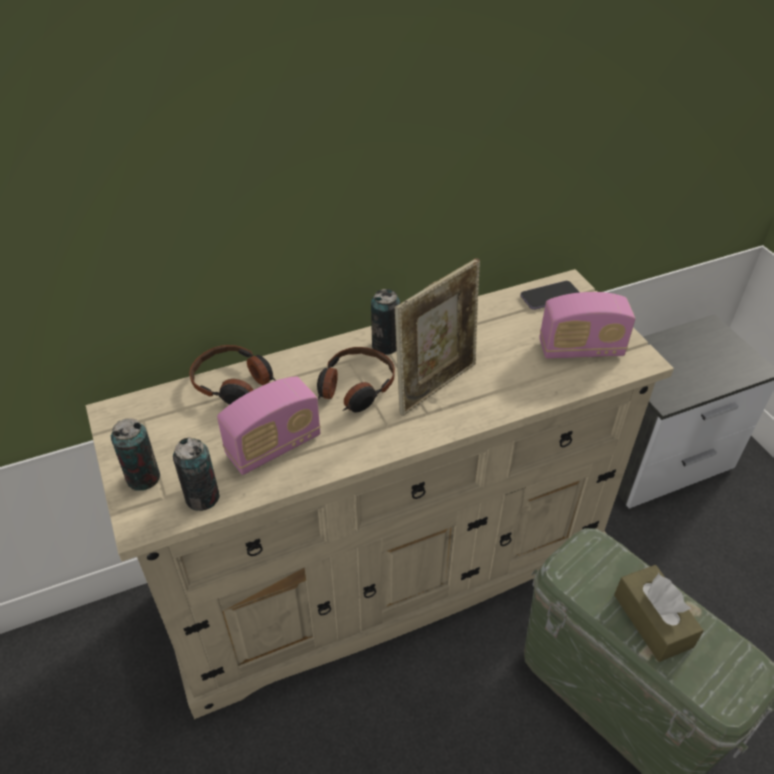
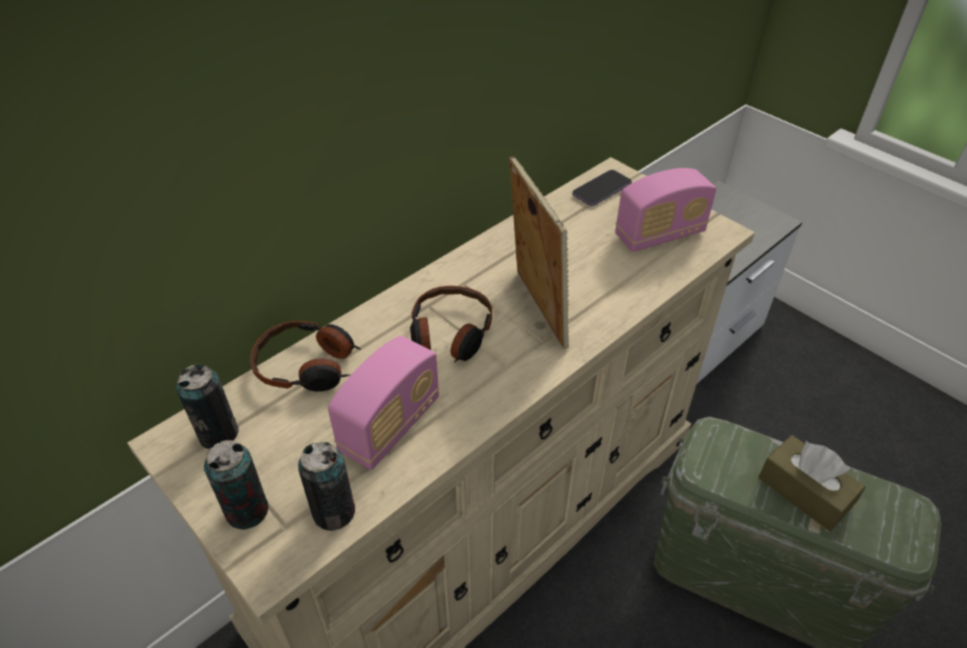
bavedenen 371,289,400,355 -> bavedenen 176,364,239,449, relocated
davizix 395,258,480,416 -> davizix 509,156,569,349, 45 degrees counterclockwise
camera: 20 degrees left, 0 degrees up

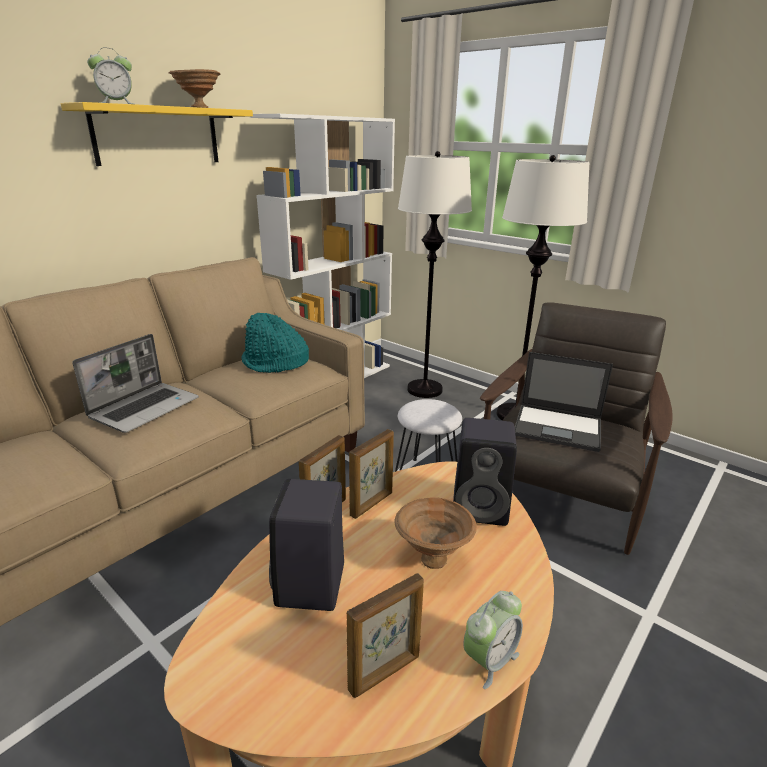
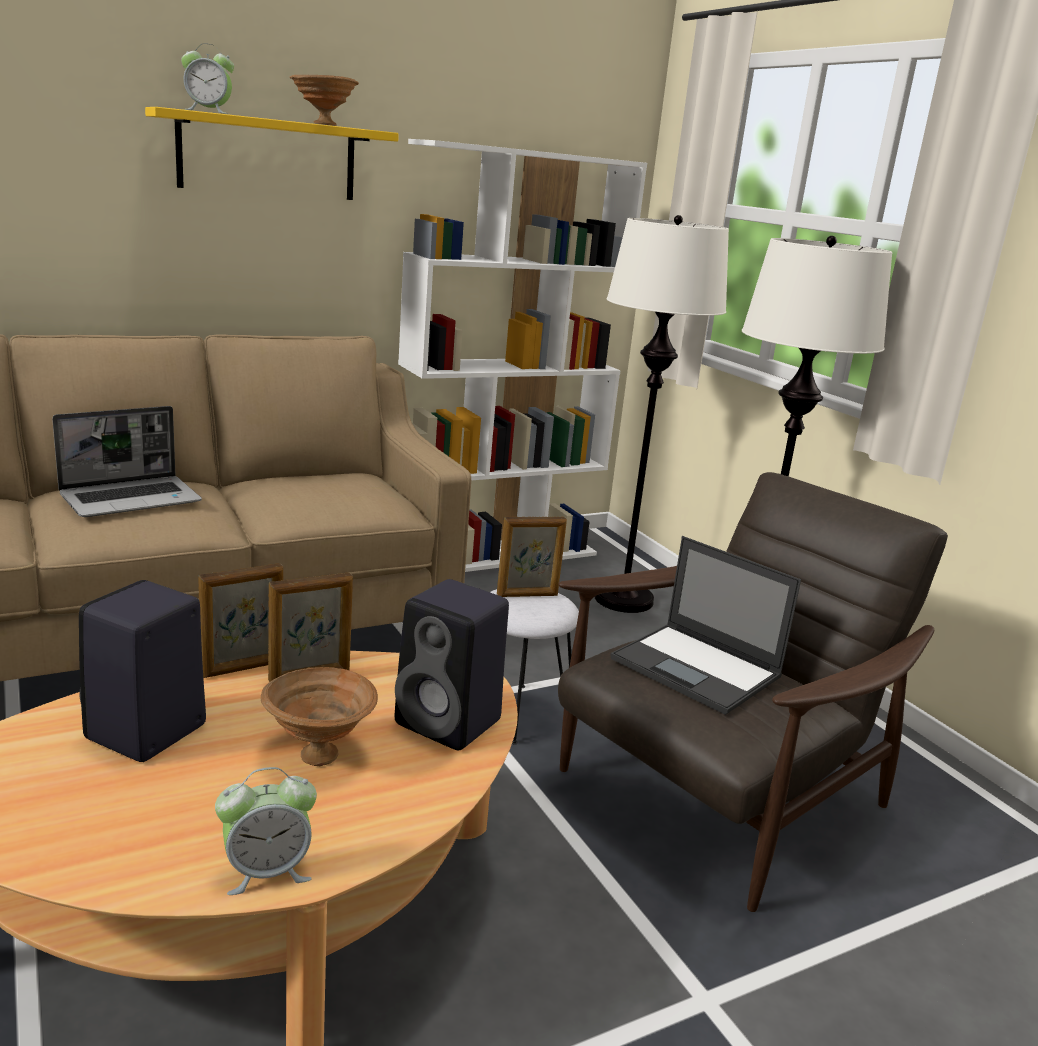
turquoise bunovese 242,313,309,373 -> none
davizix 347,573,424,698 -> davizix 497,517,567,597, relocated
camera: 20 degrees right, 5 degrees down

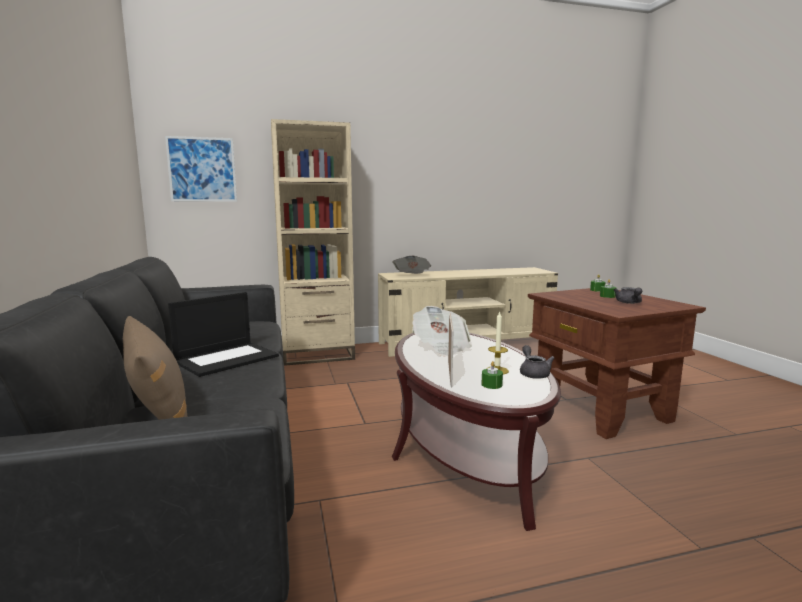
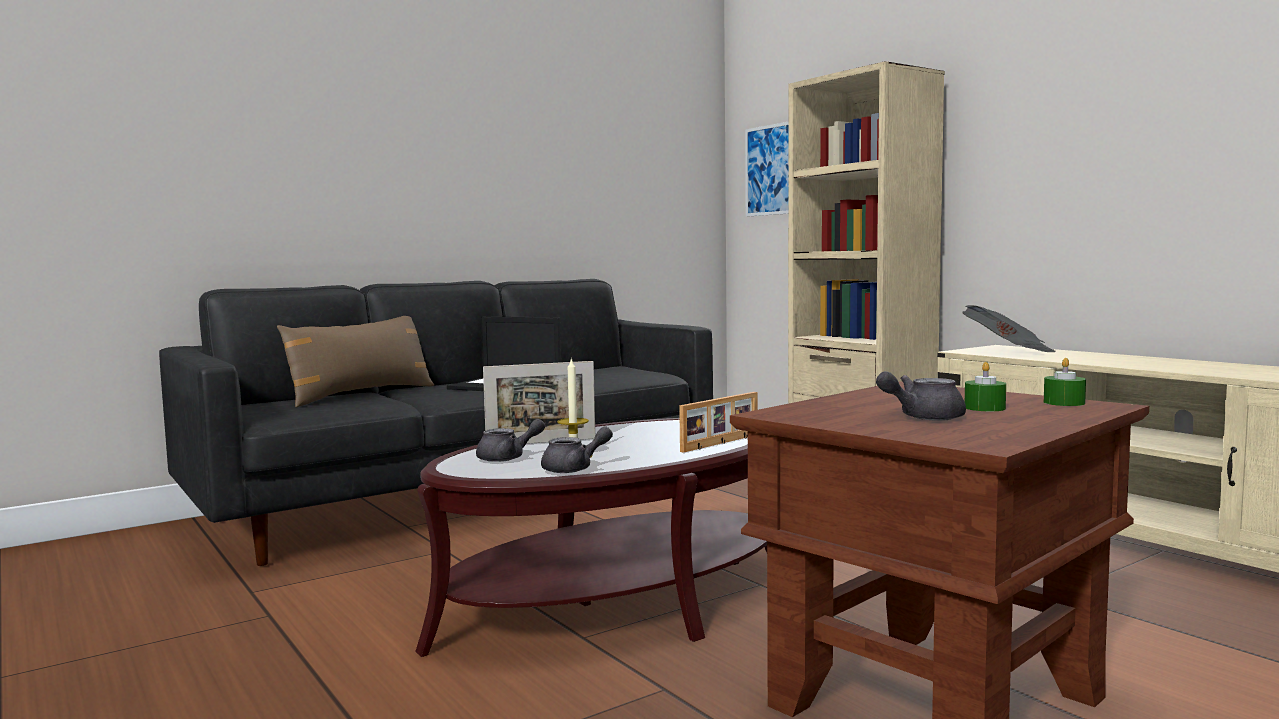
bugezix 412,306,472,357 -> none
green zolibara 482,361,503,389 -> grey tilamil 476,419,545,462
none -> davizix 679,392,758,453
camera: 70 degrees right, 5 degrees down

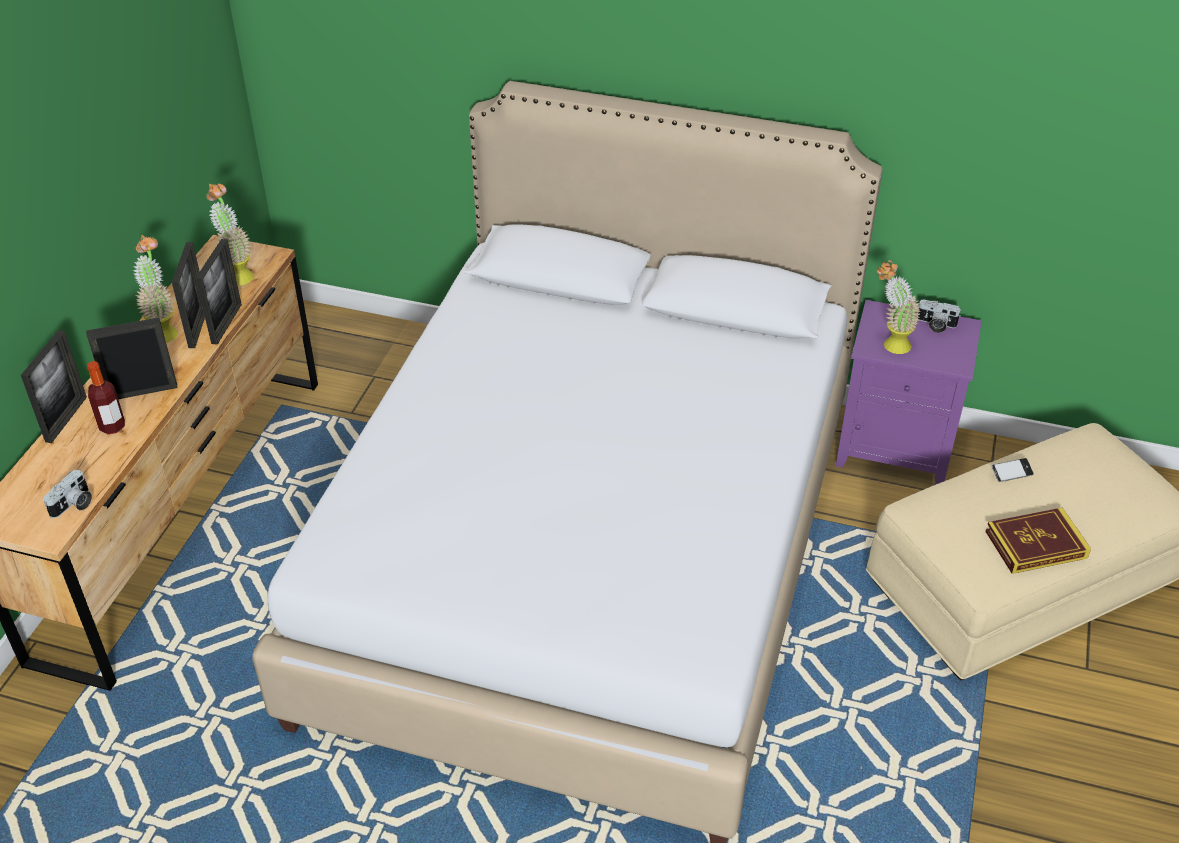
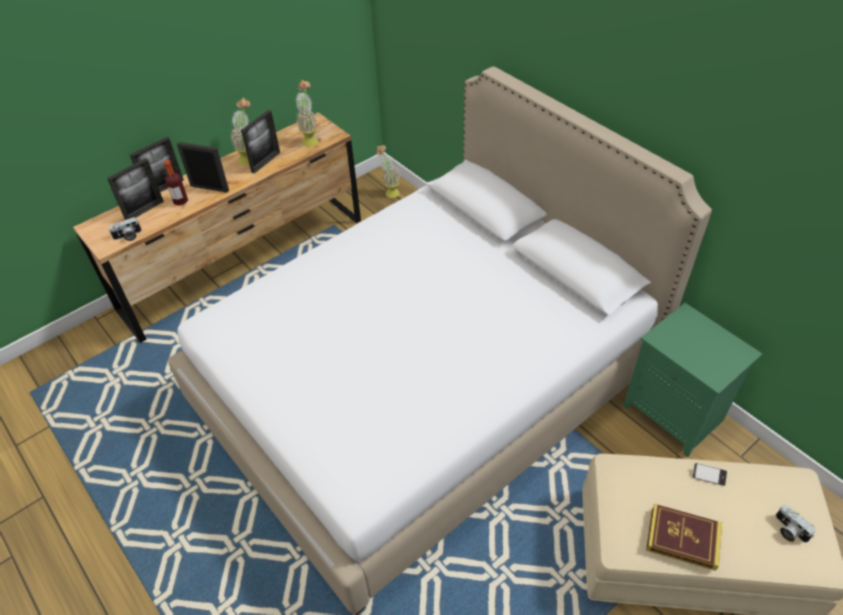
davizix 196,239,242,345 -> davizix 107,158,164,220, relocated
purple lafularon 836,300,982,485 -> green lafularon 623,303,762,457
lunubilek 877,260,921,354 -> lunubilek 376,145,400,198, relocated
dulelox 918,300,961,333 -> dulelox 776,505,816,543, relocated
camera: 35 degrees right, 5 degrees up

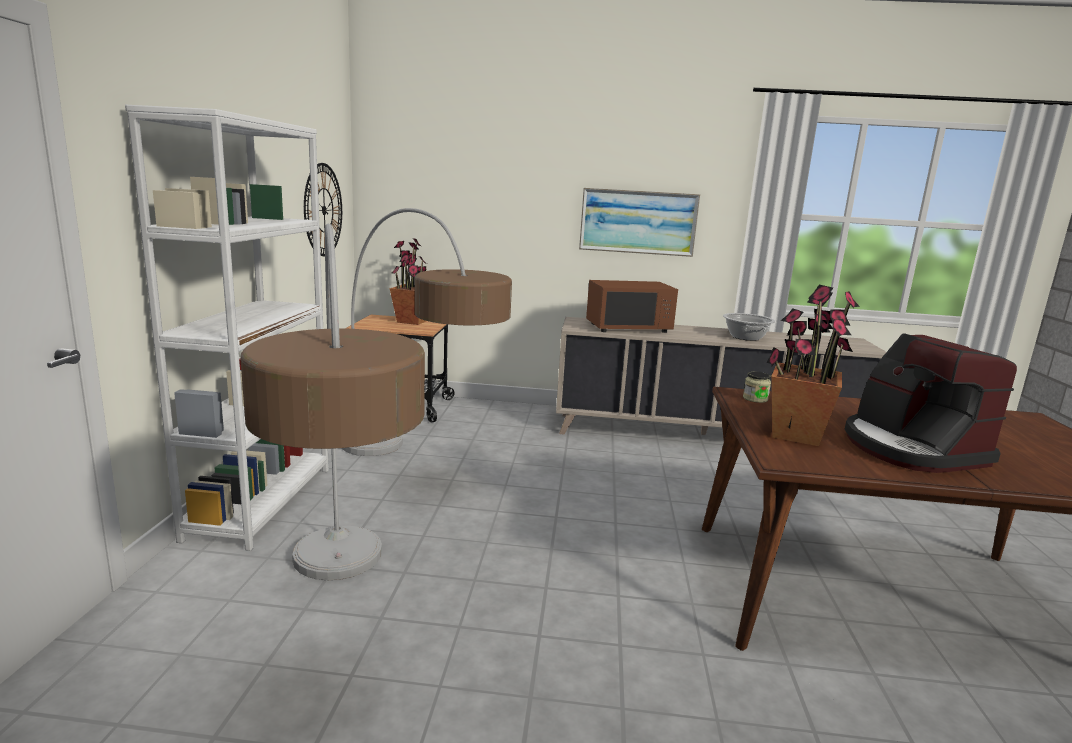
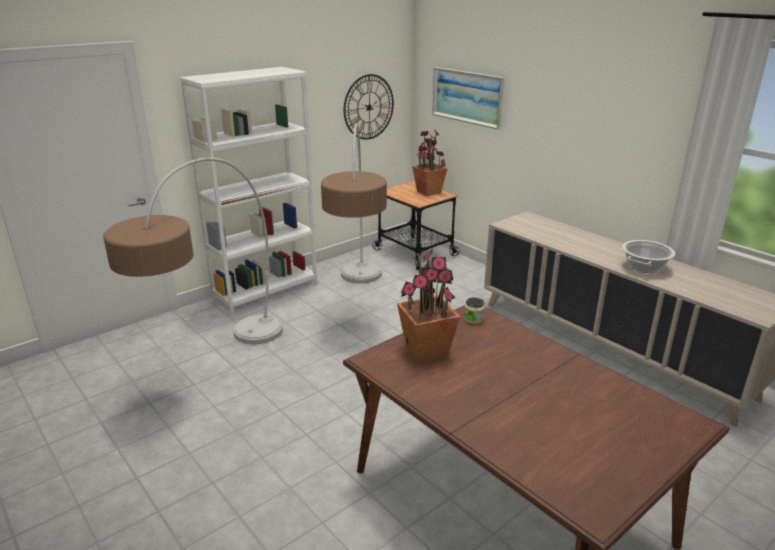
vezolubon 579,188,700,257 -> vezolubon 432,67,504,129, relocated
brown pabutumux 586,280,678,333 -> none
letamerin 844,333,1017,473 -> none
camera: 45 degrees right, 10 degrees up

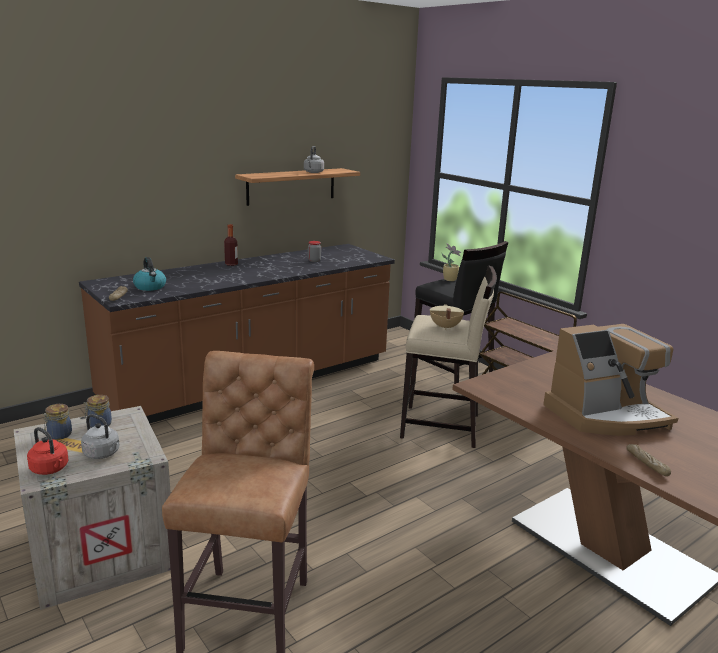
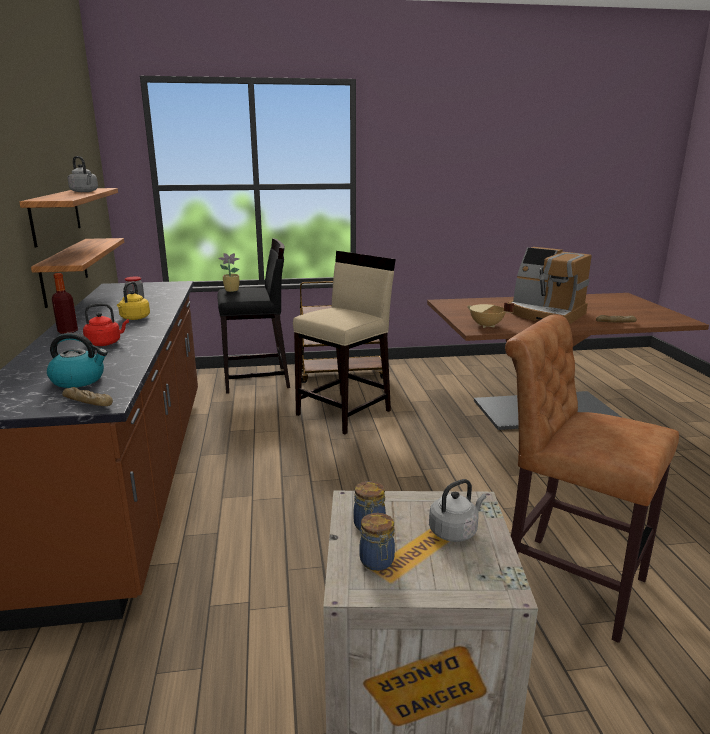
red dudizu 27,427,69,475 -> red dudizu 83,303,129,346, relocated
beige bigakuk 430,304,464,330 -> beige bigakuk 467,302,514,328, relocated
letamerin 543,324,678,436 -> letamerin 509,247,592,324, 120 degrees clockwise
none -> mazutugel 31,238,124,308
none -> yellow dudizu 117,282,150,320
camera: 60 degrees left, 0 degrees up

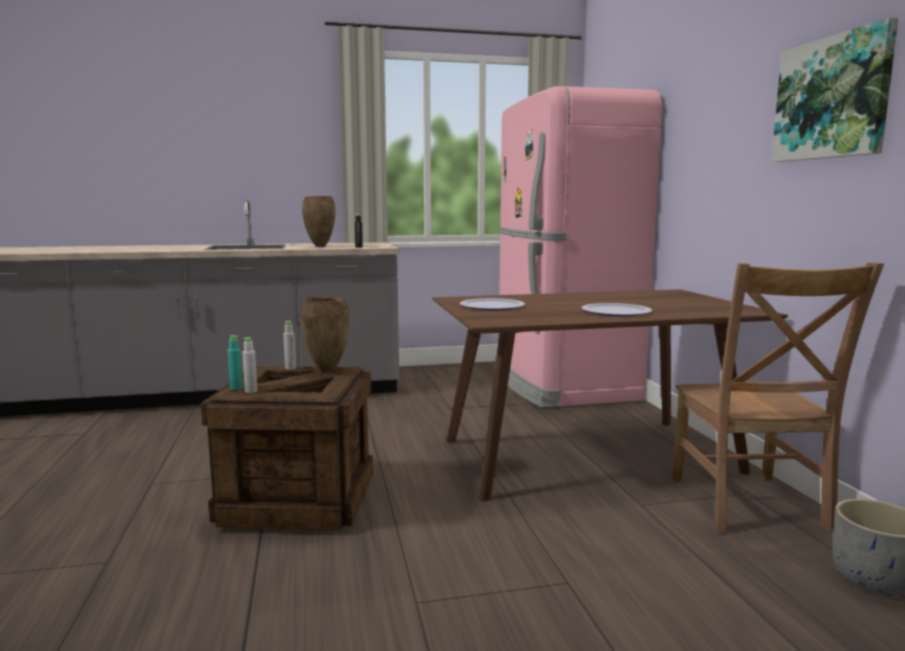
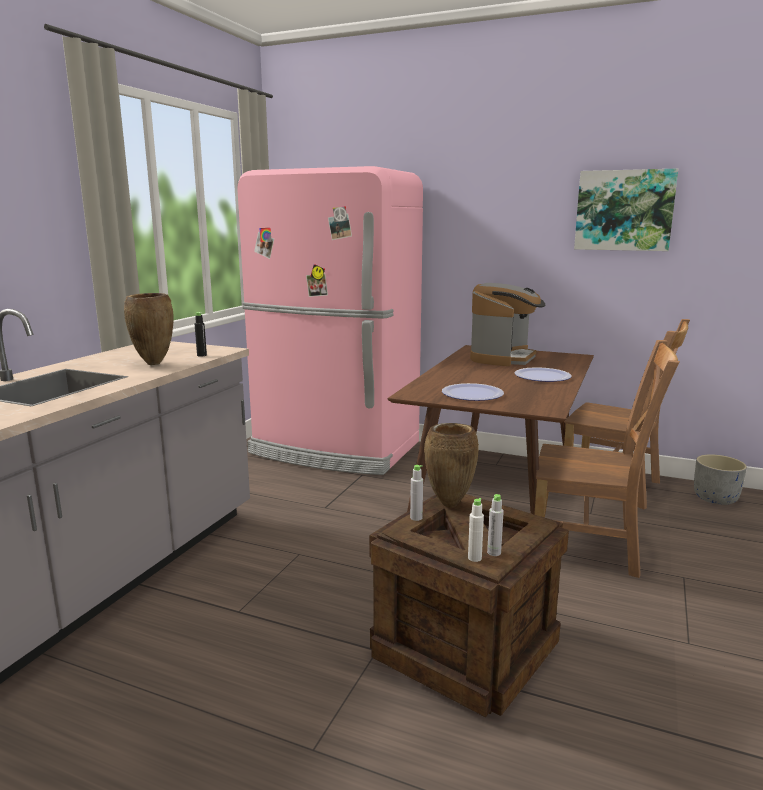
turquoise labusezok 228,335,243,390 -> white labusezok 468,498,484,562
none -> letamerin 470,283,545,366
none -> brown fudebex 534,340,680,578
camera: 55 degrees left, 5 degrees up

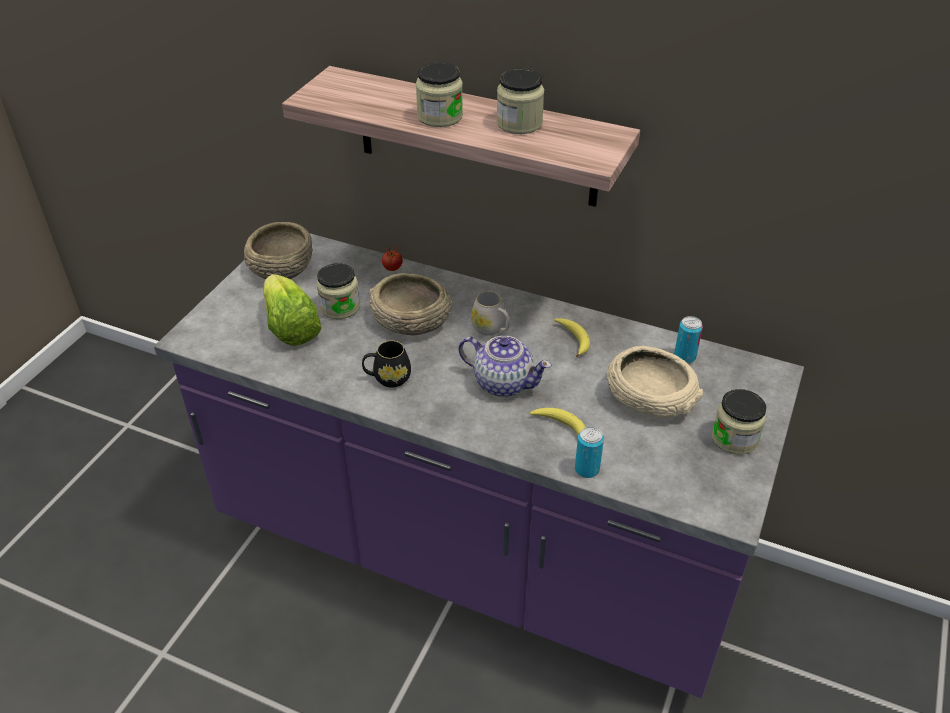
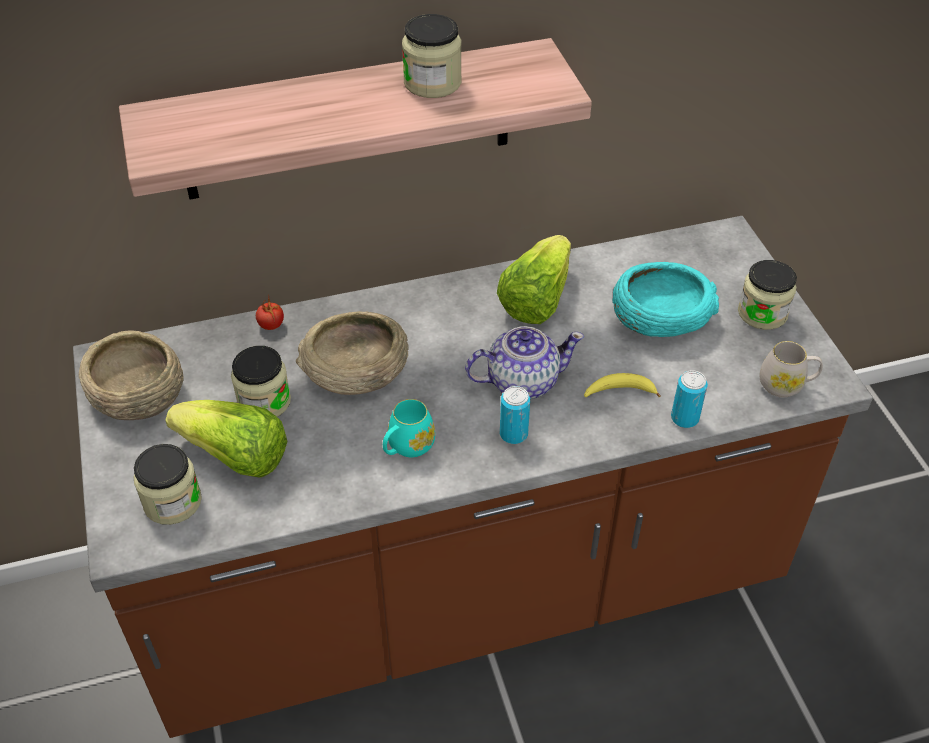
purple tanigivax 154,233,804,698 -> brown tanigivax 73,216,873,738
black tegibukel 362,341,411,388 -> turquoise tegibukel 383,399,435,457
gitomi 416,62,463,127 -> gitomi 134,444,202,525, relocated
white tegibukel 471,291,510,336 -> white tegibukel 759,341,823,397, relocated
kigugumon 554,318,590,357 -> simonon 497,235,571,324
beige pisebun 607,346,703,418 -> turquoise pisebun 612,262,719,337
bavedenen 674,316,703,363 -> bavedenen 500,386,530,444, relocated
camera: 40 degrees left, 5 degrees up

